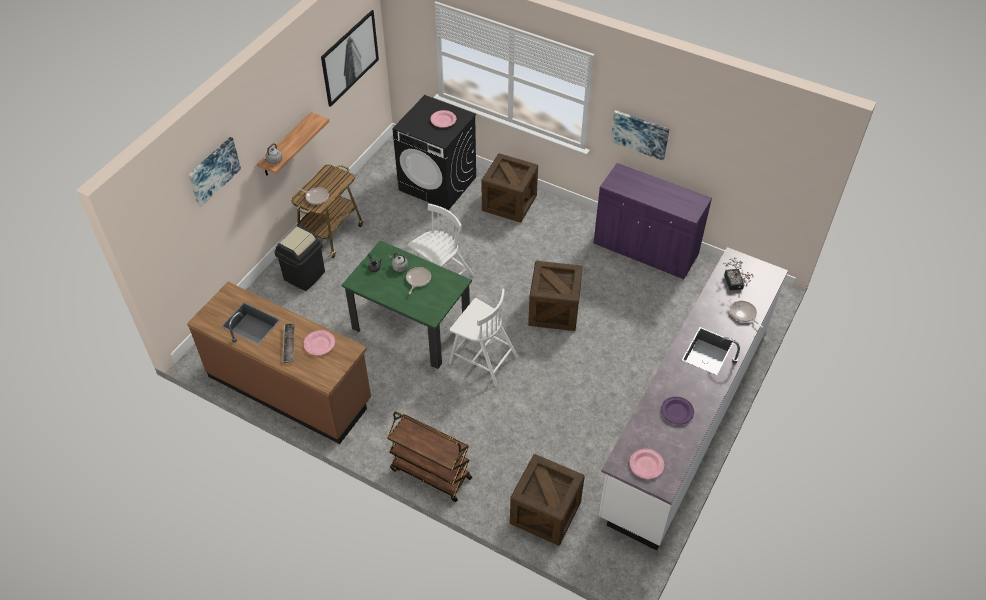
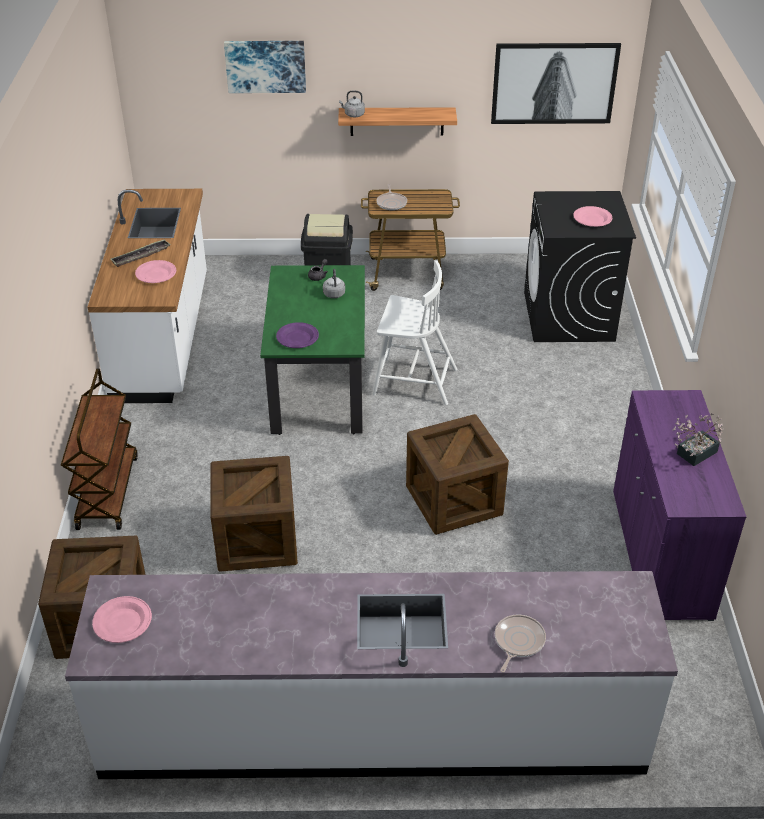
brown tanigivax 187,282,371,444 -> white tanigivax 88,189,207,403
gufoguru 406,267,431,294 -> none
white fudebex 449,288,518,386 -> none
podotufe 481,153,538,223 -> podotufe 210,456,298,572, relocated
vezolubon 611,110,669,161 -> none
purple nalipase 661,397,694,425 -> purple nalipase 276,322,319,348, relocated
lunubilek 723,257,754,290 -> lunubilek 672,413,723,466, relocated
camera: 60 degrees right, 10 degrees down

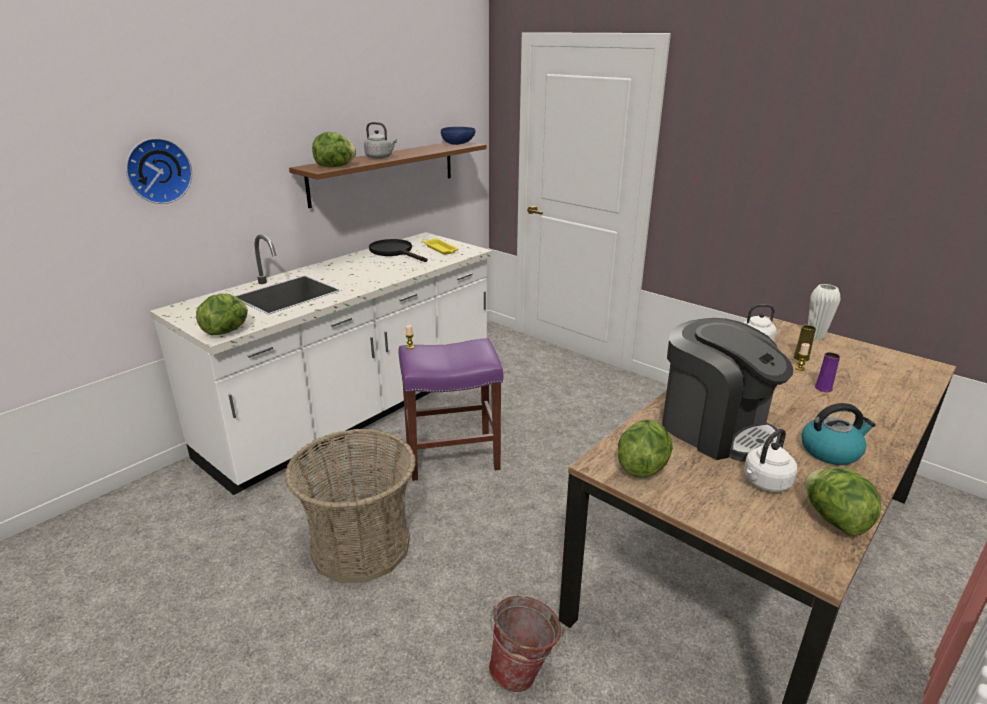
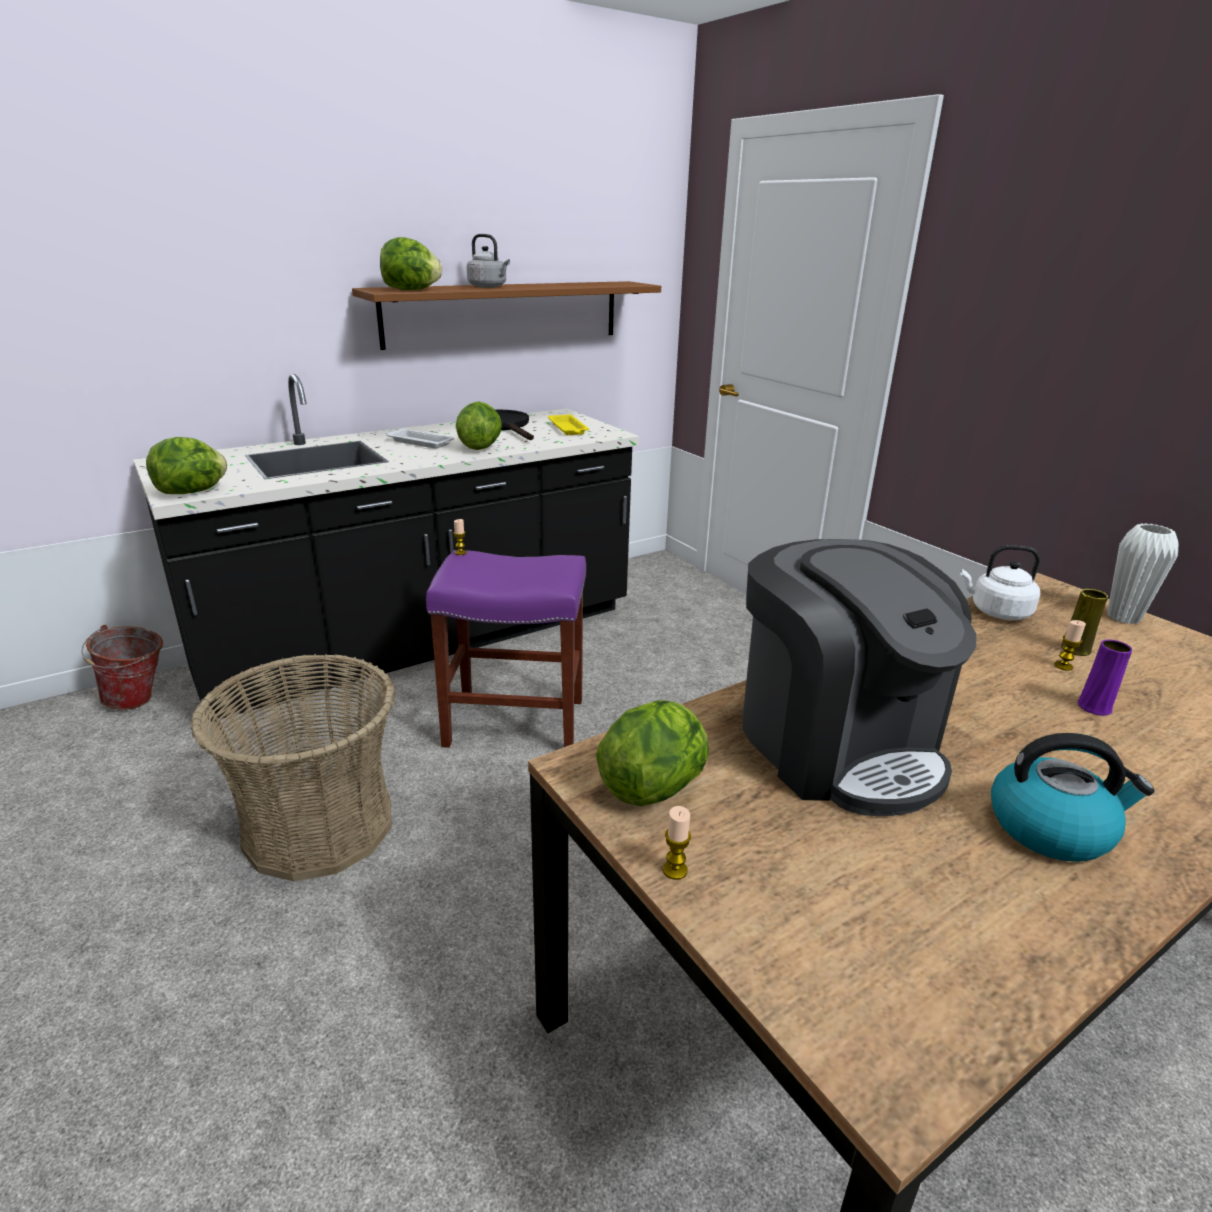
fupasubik 126,138,192,204 -> none
white tanigivax 150,232,492,495 -> black tanigivax 133,374,640,722
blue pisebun 441,127,476,145 -> none
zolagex 489,596,564,692 -> zolagex 81,625,163,710, relocated
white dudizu 744,429,797,492 -> none
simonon 804,467,881,535 -> simonon 456,402,502,450, relocated
none -> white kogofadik 386,428,454,449
none -> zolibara 663,806,691,880
camera: 15 degrees right, 0 degrees up

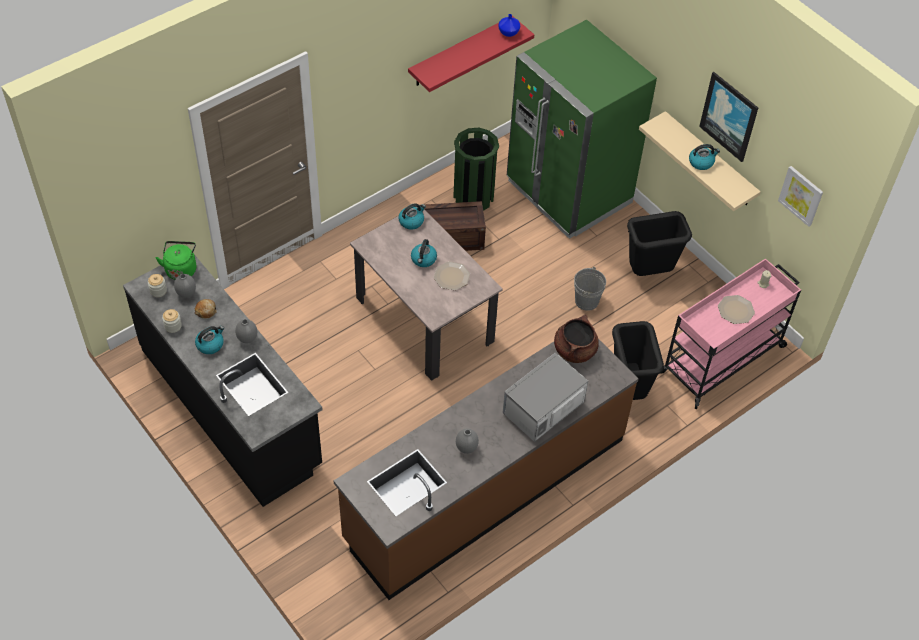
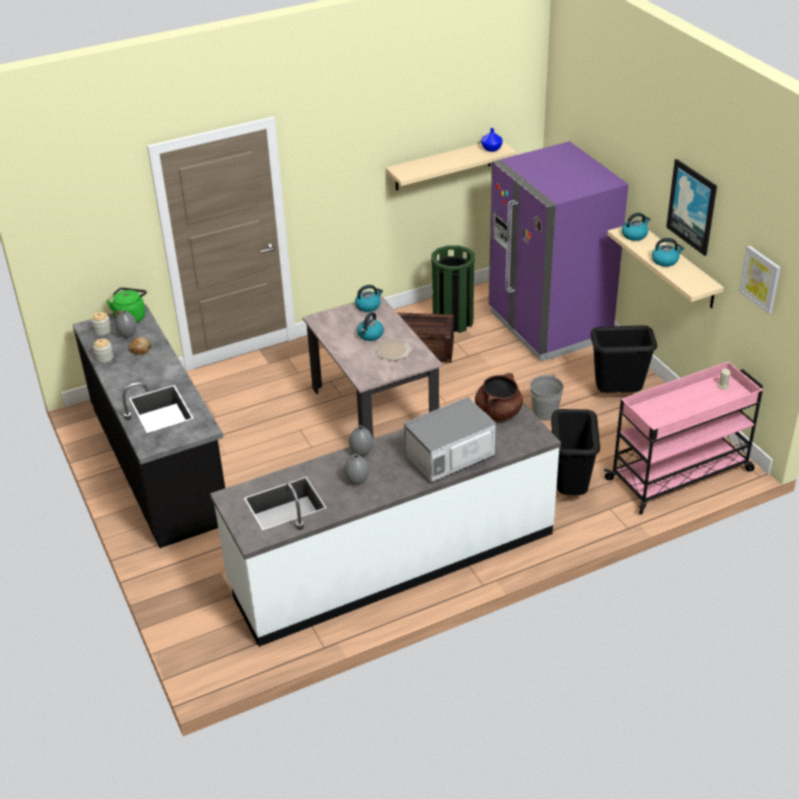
dudizu 195,326,224,354 -> dudizu 622,213,650,241, relocated
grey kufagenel 235,319,257,344 -> grey kufagenel 349,426,373,456, relocated
brown tanigivax 334,339,639,600 -> white tanigivax 210,402,561,647
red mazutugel 408,16,534,92 -> beige mazutugel 386,142,517,191
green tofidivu 507,20,657,239 -> purple tofidivu 489,141,628,361
nalipase 718,295,755,324 -> none
camera: 15 degrees right, 15 degrees down

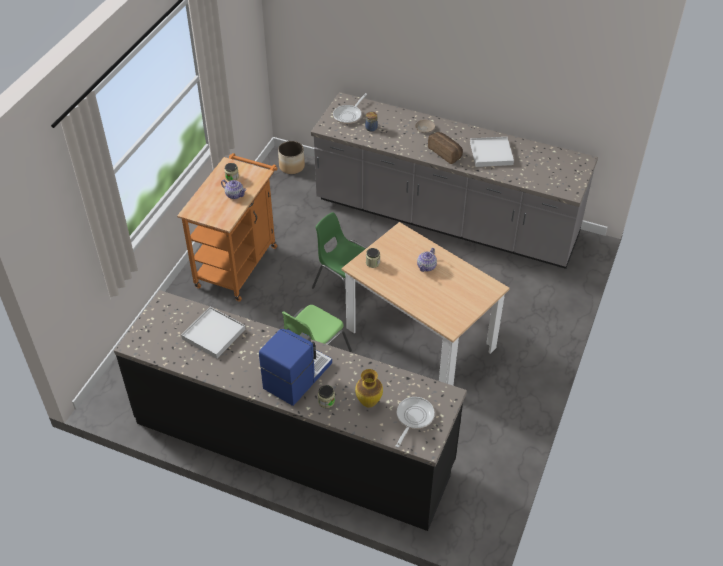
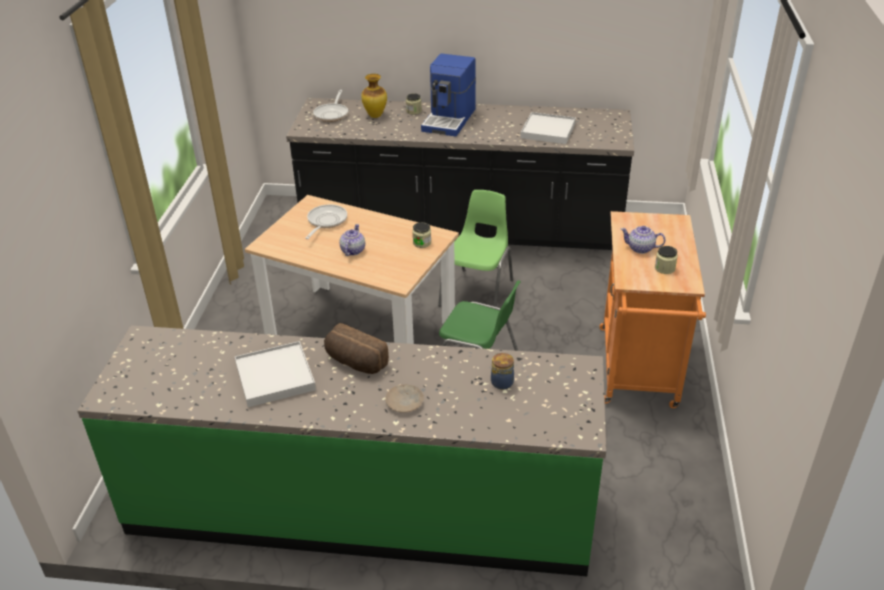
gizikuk 278,141,305,174 -> none
grey tanigivax 311,92,598,269 -> green tanigivax 77,325,606,576
gufoguru 333,93,367,124 -> gufoguru 305,204,347,239, relocated
camera: 165 degrees right, 10 degrees down

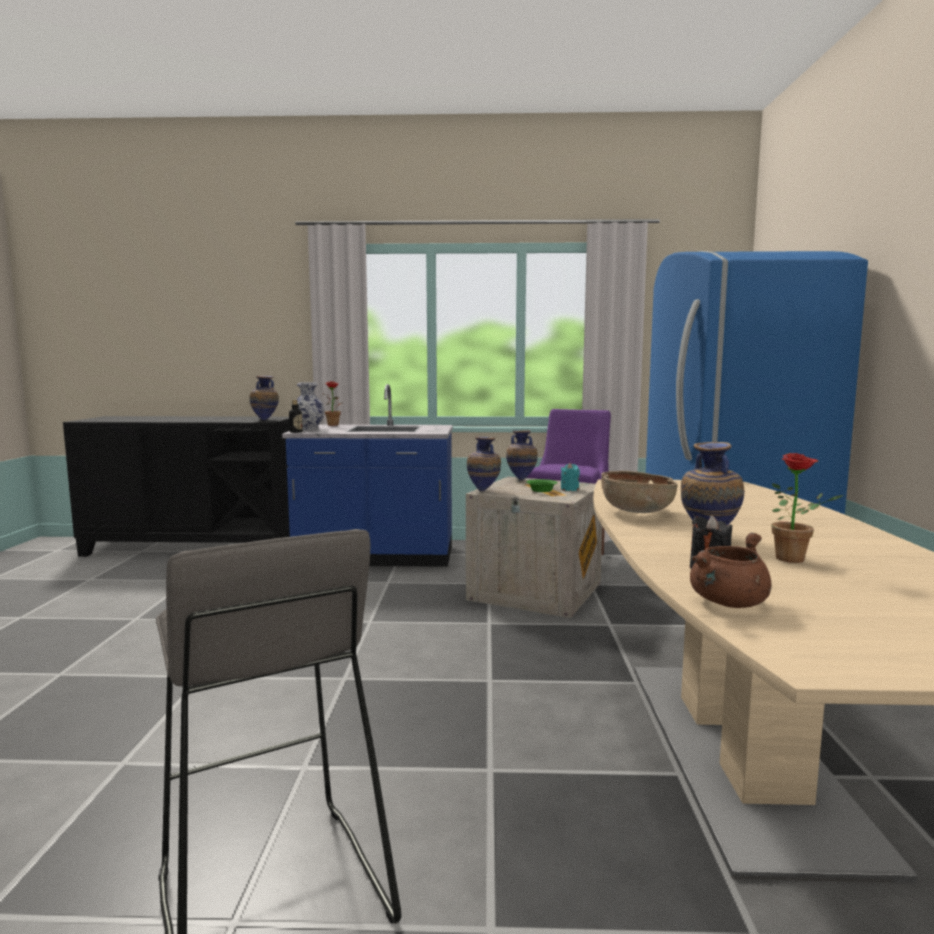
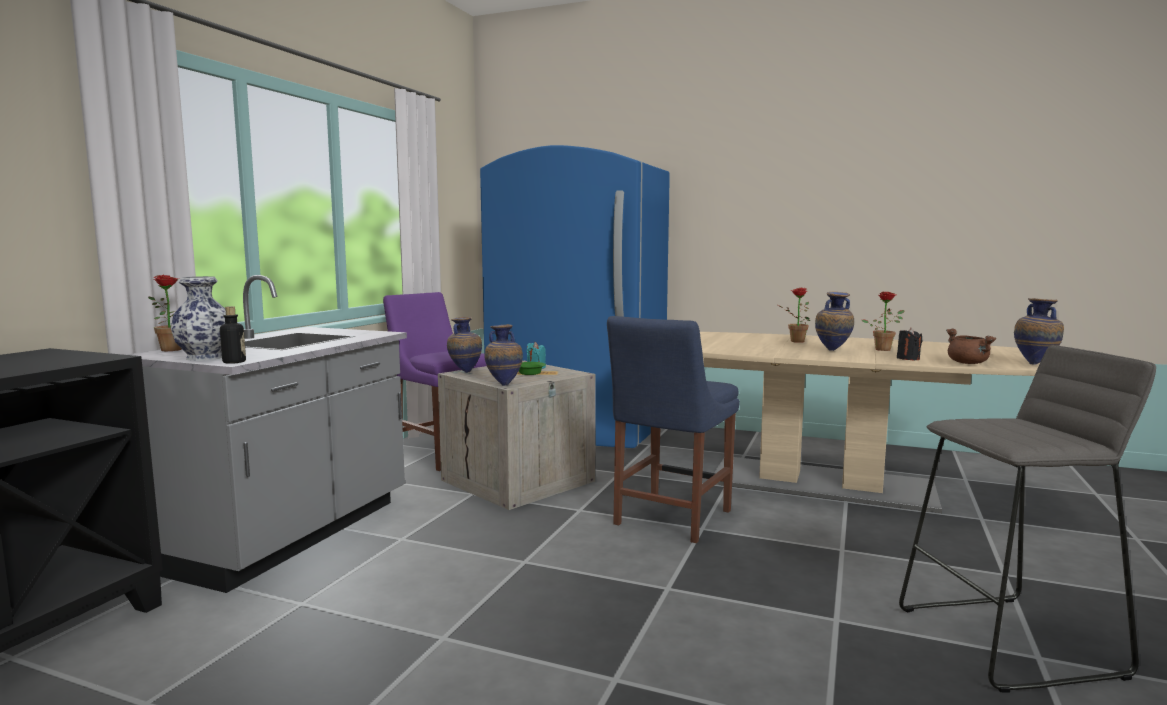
kufagenel 249,375,279,420 -> kufagenel 1014,298,1064,365, relocated
blue tanigivax 282,384,453,567 -> grey tanigivax 127,275,407,593
brown pisebun 601,471,678,513 -> none
none -> blue fudebex 607,316,740,543
none -> lunubilek 778,288,811,343
camera: 70 degrees left, 0 degrees up

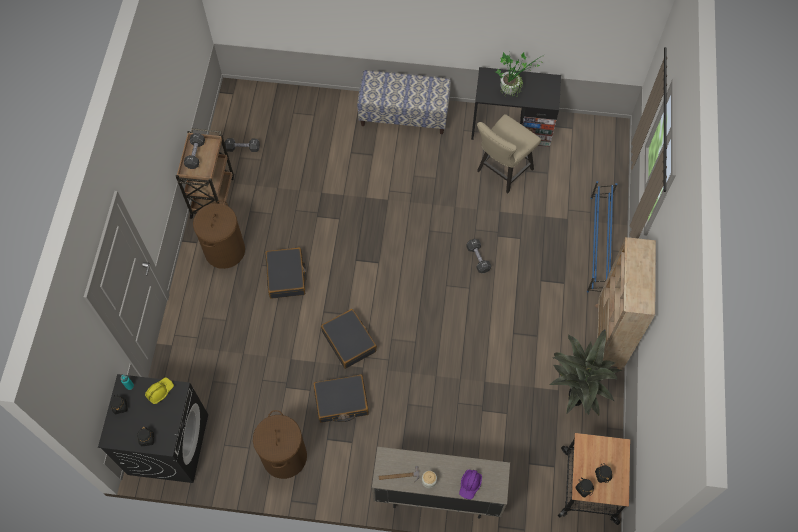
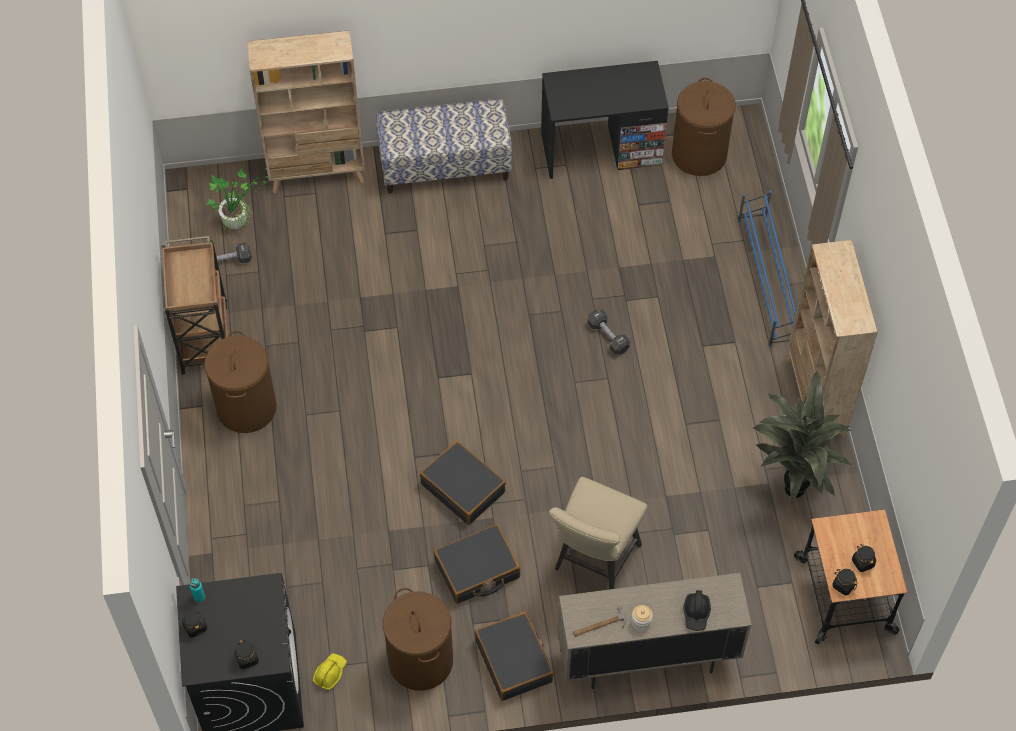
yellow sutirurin 145,378,174,404 -> yellow sutirurin 313,653,347,690, relocated
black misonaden 184,133,205,169 -> none
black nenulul 265,247,307,299 -> black nenulul 475,612,554,701, relocated
purple sutirurin 459,470,482,500 -> black sutirurin 683,590,711,631
beige fudebex 477,114,541,193 -> beige fudebex 549,477,648,590, relocated
lunubilek 496,52,545,98 -> lunubilek 206,168,269,232, relocated
none -> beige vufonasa 247,30,365,193
none -> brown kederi 672,78,736,176
camera: 15 degrees left, 5 degrees down

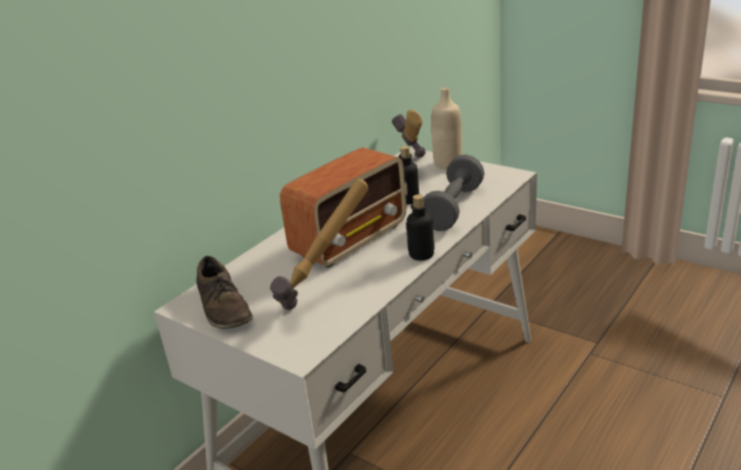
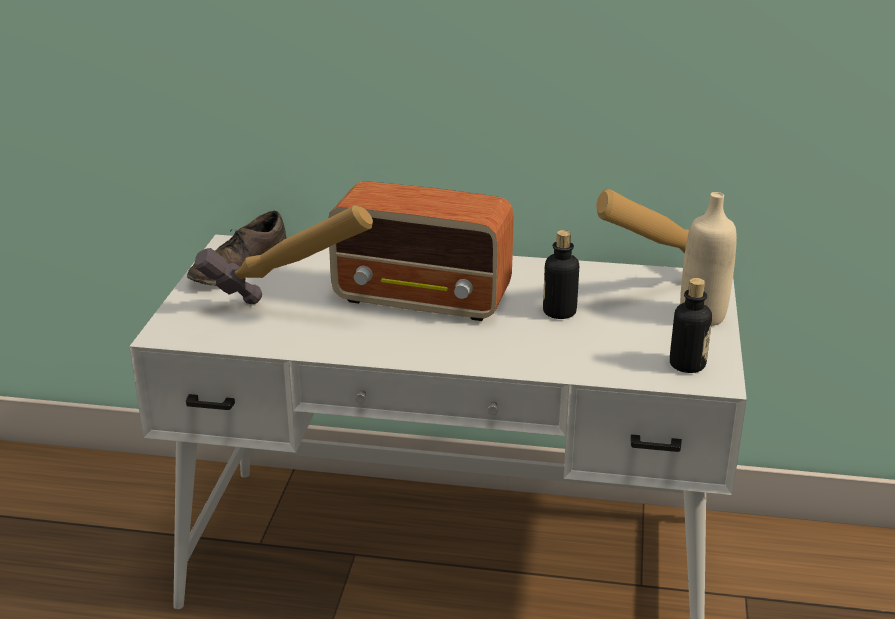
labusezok 406,195,435,261 -> labusezok 670,278,712,373, relocated
grey misonaden 423,155,484,231 -> none
camera: 60 degrees right, 0 degrees up

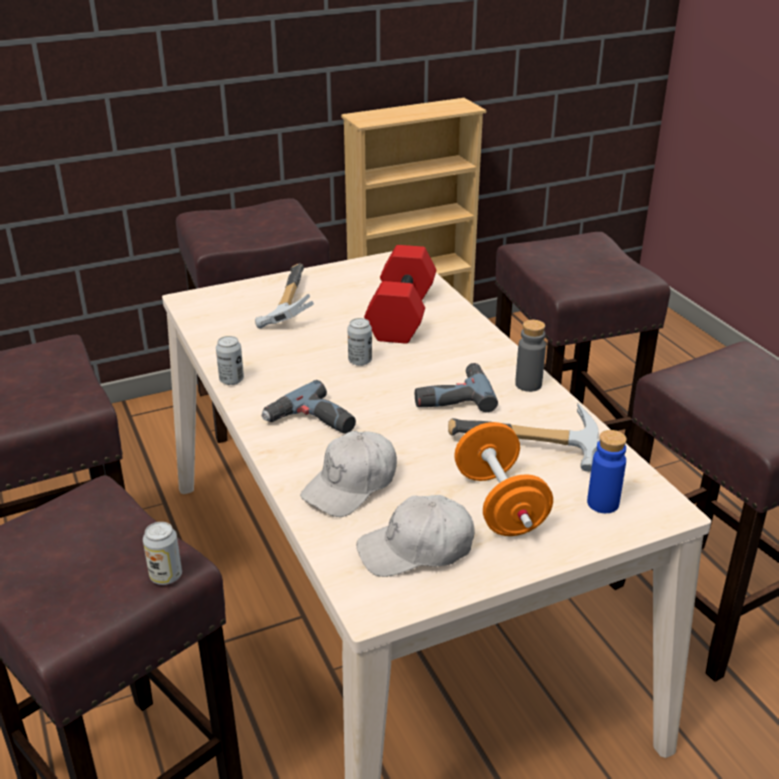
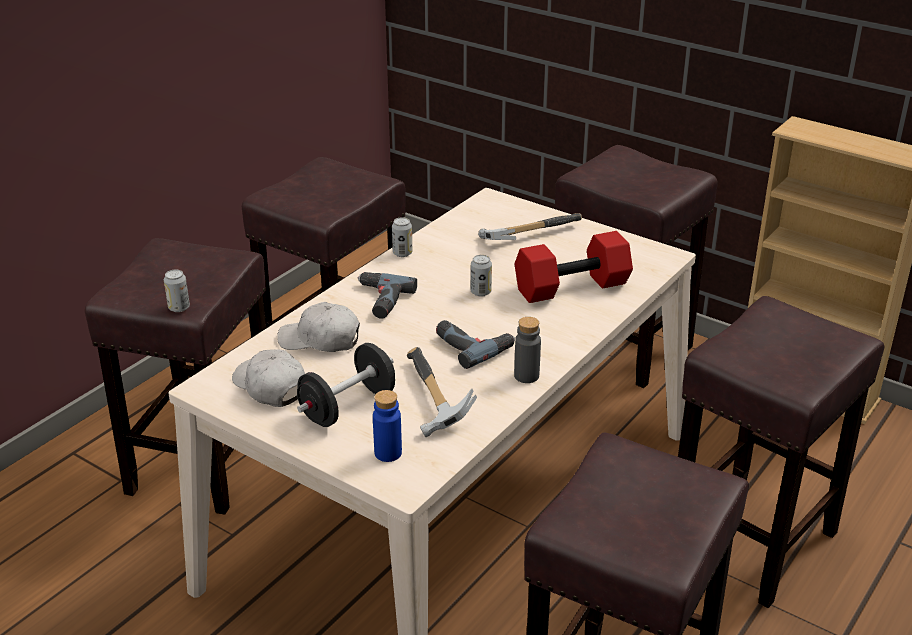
orange misonaden 454,422,553,536 -> black misonaden 297,343,395,427
camera: 60 degrees right, 0 degrees up

